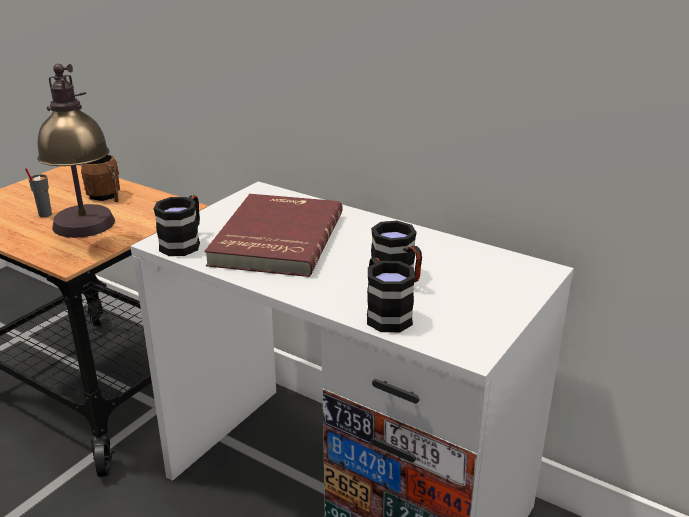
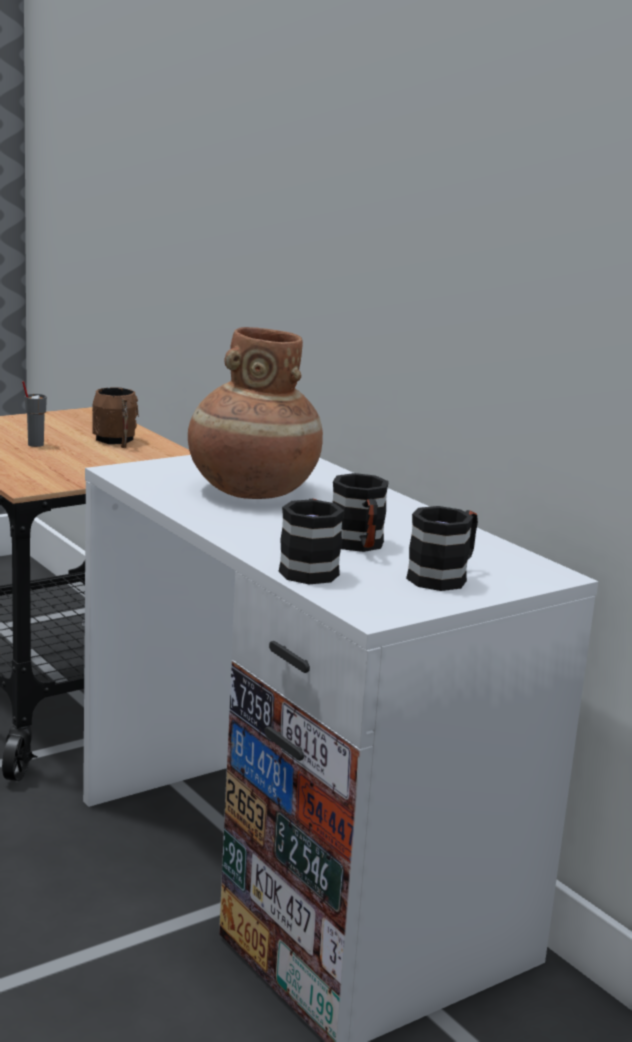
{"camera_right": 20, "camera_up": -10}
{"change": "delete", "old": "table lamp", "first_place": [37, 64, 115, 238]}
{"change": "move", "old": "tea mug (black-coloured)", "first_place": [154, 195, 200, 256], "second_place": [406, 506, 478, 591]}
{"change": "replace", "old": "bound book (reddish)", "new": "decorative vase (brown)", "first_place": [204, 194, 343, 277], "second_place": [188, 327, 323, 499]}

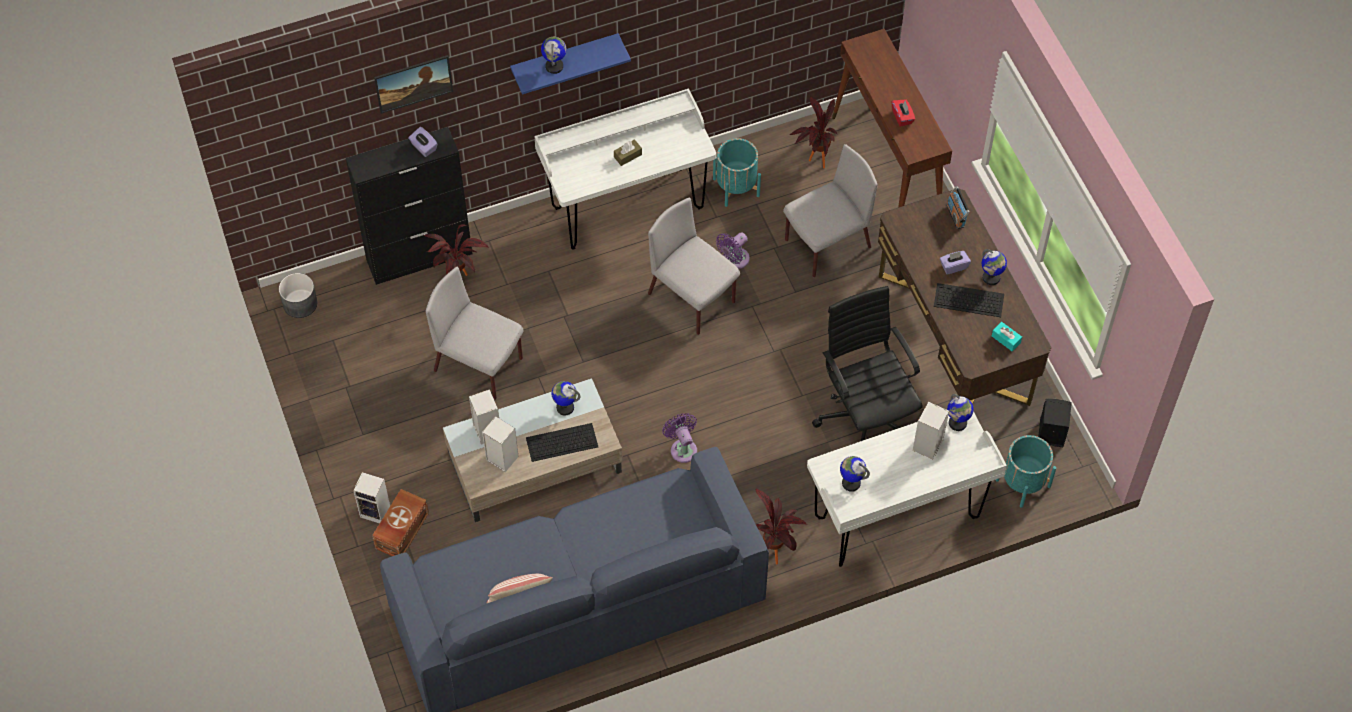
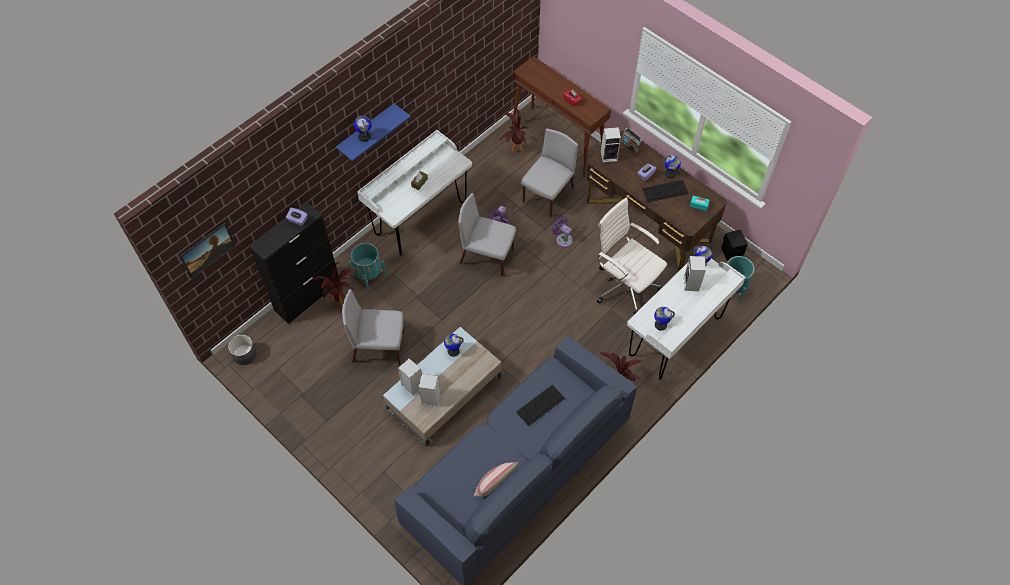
{"camera_right": -25, "camera_up": 0}
{"change": "move", "old": "speaker", "first_place": [353, 472, 390, 523], "second_place": [601, 127, 621, 163]}
{"change": "delete", "old": "storage container (brown)", "first_place": [372, 489, 429, 556]}
{"change": "move", "old": "wall art", "first_place": [374, 55, 453, 114], "second_place": [180, 223, 235, 279]}
{"change": "move", "old": "keyboard", "first_place": [526, 423, 598, 462], "second_place": [516, 385, 565, 426]}
{"change": "move", "old": "cooling fan (purplish)", "first_place": [662, 413, 697, 463], "second_place": [551, 216, 573, 247]}
{"change": "move", "old": "plant pot (blue-green)", "first_place": [713, 138, 761, 207], "second_place": [348, 243, 386, 290]}
{"change": "recolor", "old": "office chair (black-coloured)", "new": "office chair (whitish)", "first_place": [812, 286, 923, 441], "second_place": [597, 198, 667, 314]}

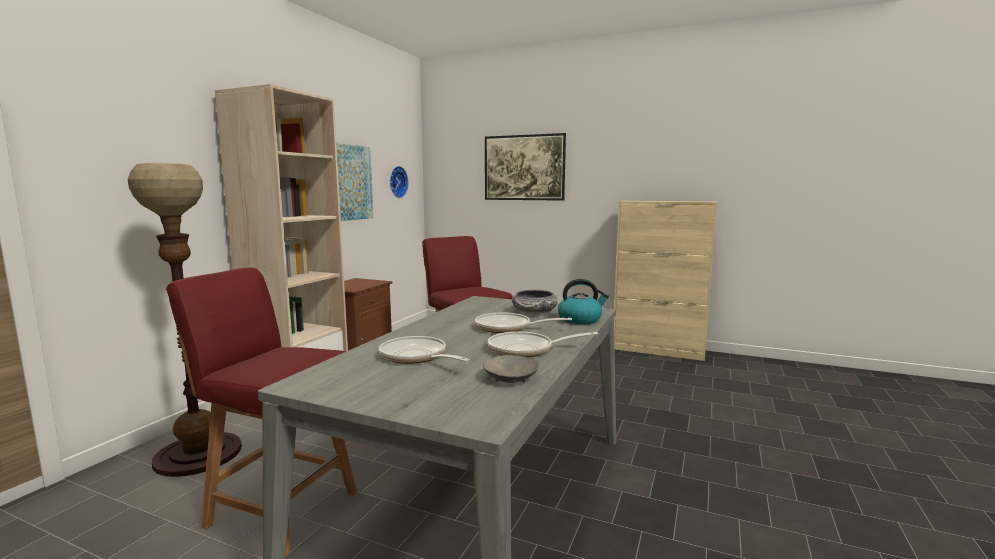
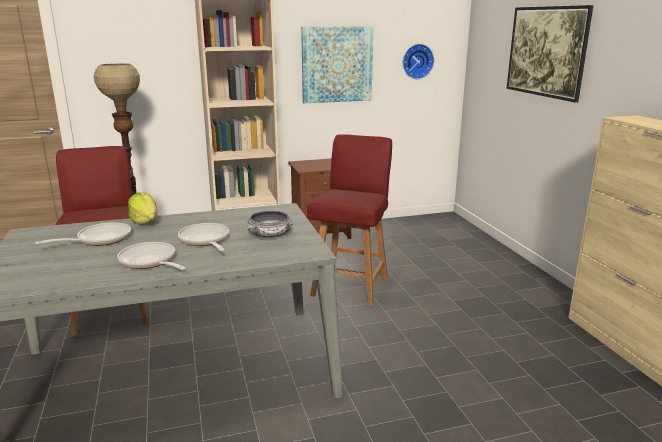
{"camera_right": 50, "camera_up": 10}
{"change": "rotate", "old": "pan", "first_place": [379, 336, 470, 364], "second_place": [35, 222, 131, 246], "degrees": 45}
{"change": "delete", "old": "deep dish (gray)", "first_place": [483, 355, 540, 383]}
{"change": "delete", "old": "water kettle", "first_place": [558, 279, 609, 324]}
{"change": "insert", "new": "head of lettuce", "second_place": [128, 192, 157, 225]}

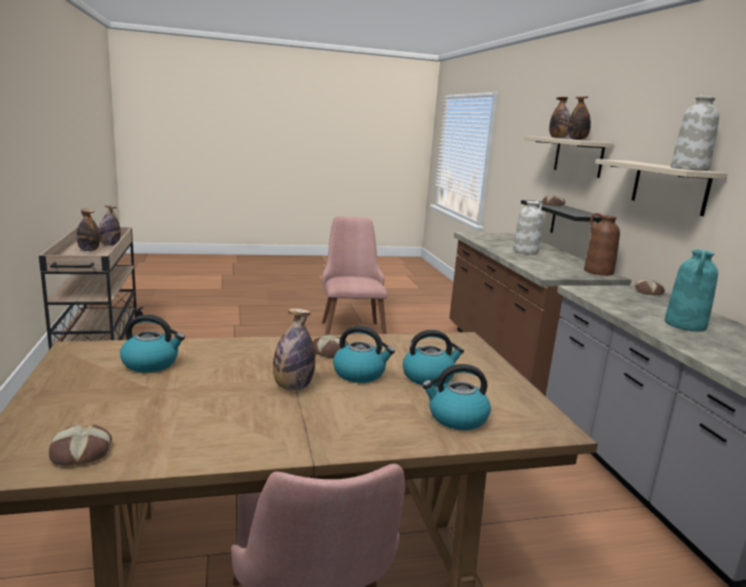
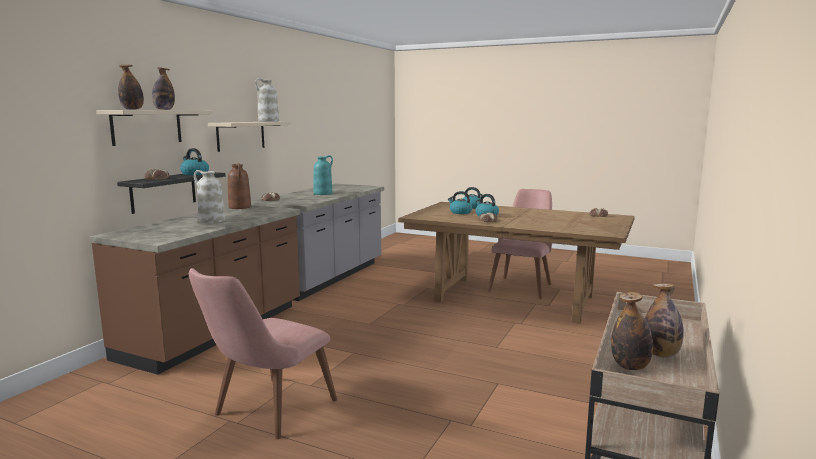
{"camera_right": -140, "camera_up": -5}
{"change": "move", "old": "water kettle", "first_place": [120, 315, 185, 373], "second_place": [180, 148, 209, 175]}
{"change": "delete", "old": "drink bottle", "first_place": [273, 308, 315, 390]}

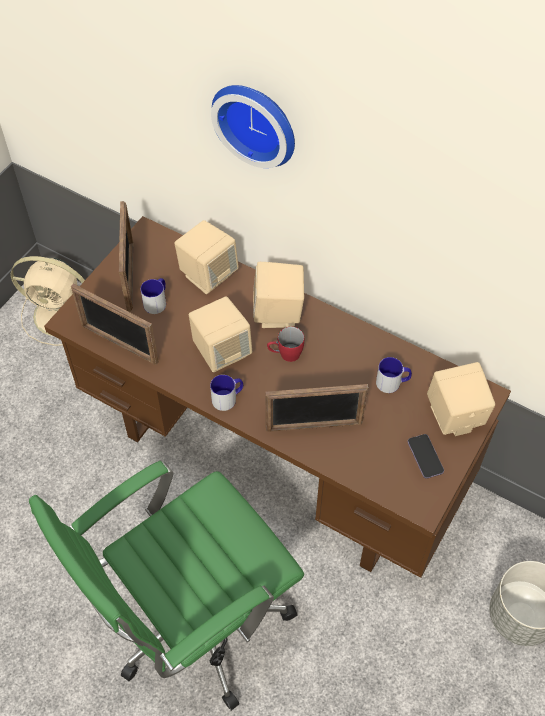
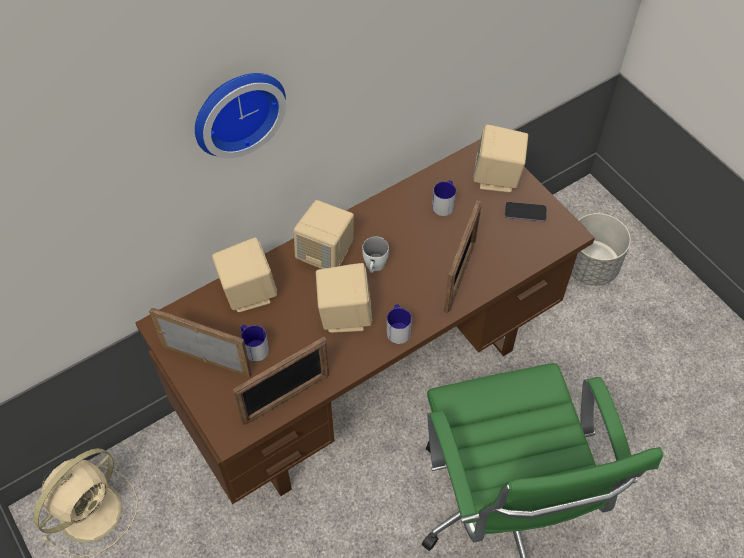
{"camera_right": -65, "camera_up": 0}
{"change": "recolor", "old": "tea mug (reddish)", "new": "tea mug (whitish)", "first_place": [267, 327, 304, 362], "second_place": [362, 236, 389, 273]}

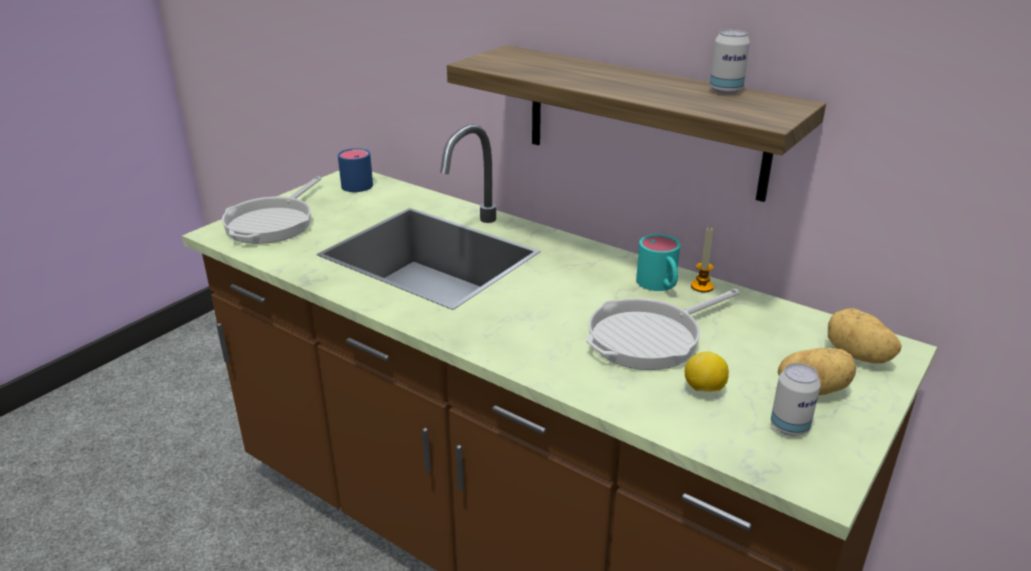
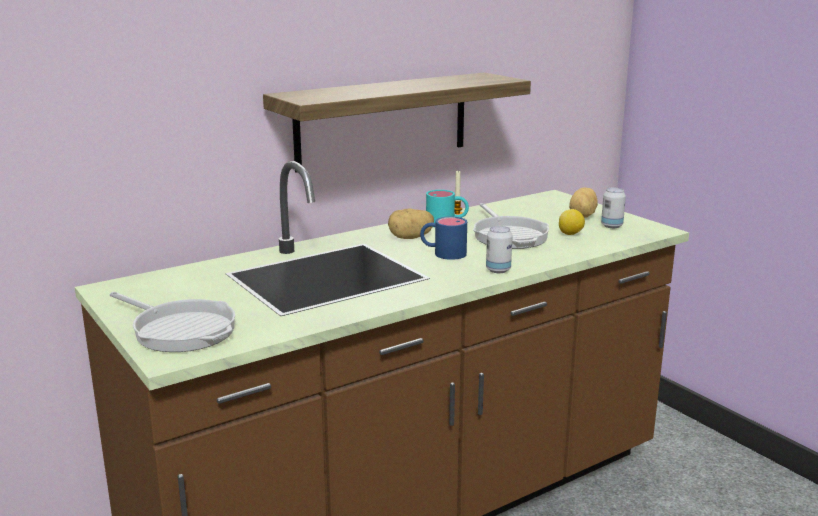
{"camera_right": -70, "camera_up": -10}
{"change": "move", "old": "tea mug (blue-coloured)", "first_place": [338, 148, 373, 192], "second_place": [420, 216, 467, 260]}
{"change": "move", "old": "sealed can", "first_place": [710, 29, 750, 94], "second_place": [486, 226, 513, 273]}
{"change": "move", "old": "spud", "first_place": [828, 308, 902, 364], "second_place": [388, 208, 434, 239]}

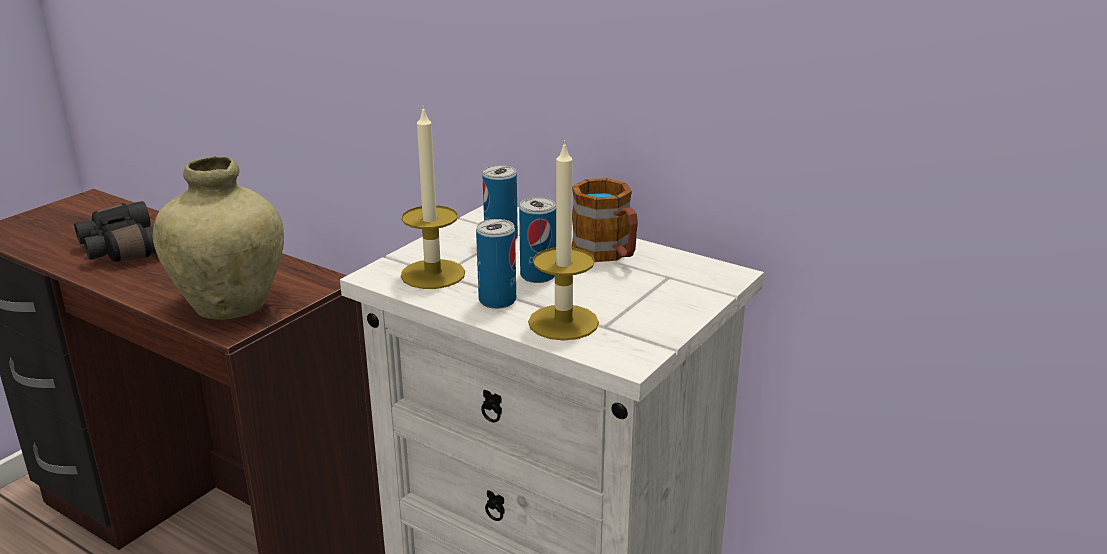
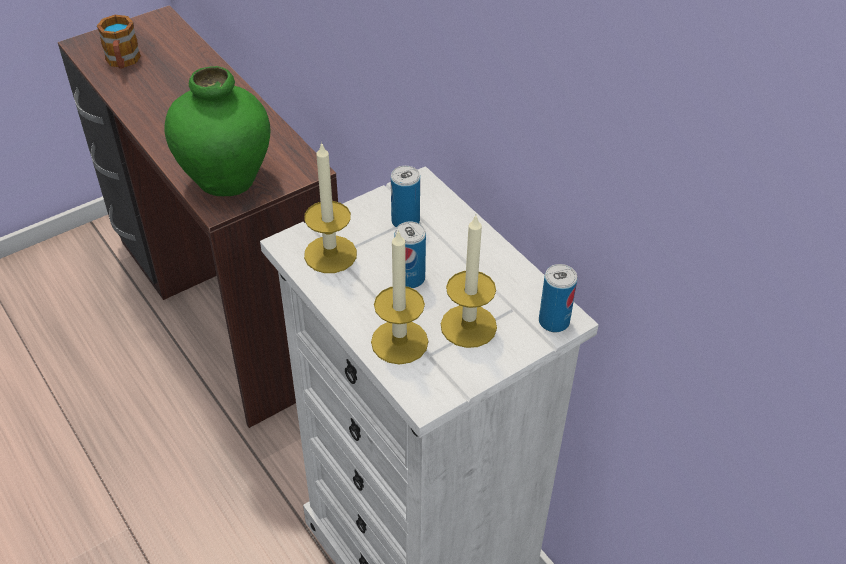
{"camera_right": 20, "camera_up": 20}
{"change": "delete", "old": "binoculars (black-coloured)", "first_place": [74, 201, 156, 262]}
{"change": "recolor", "old": "decorative vase (sand-coloured)", "new": "decorative vase (green)", "first_place": [153, 156, 284, 320], "second_place": [165, 66, 270, 196]}
{"change": "move", "old": "sealed can", "first_place": [476, 219, 516, 309], "second_place": [539, 264, 577, 332]}
{"change": "move", "old": "tea mug", "first_place": [572, 178, 638, 262], "second_place": [97, 15, 141, 69]}
{"change": "insert", "new": "wax candle", "second_place": [441, 215, 497, 348]}

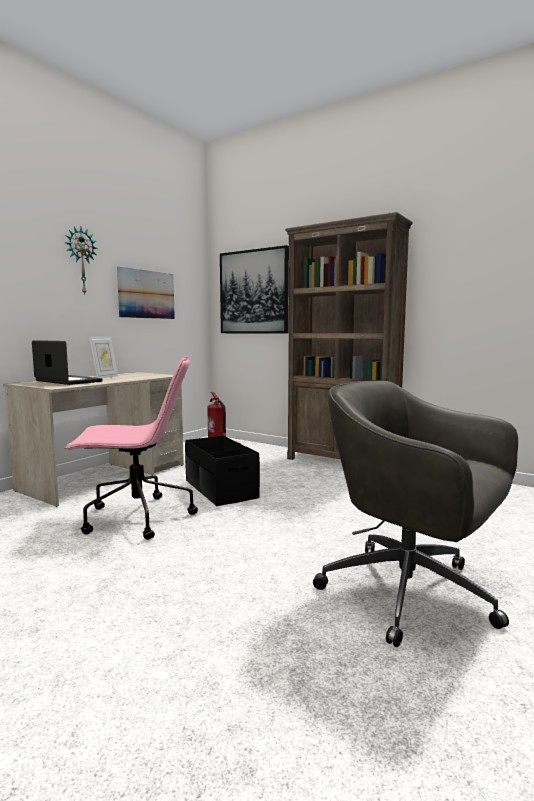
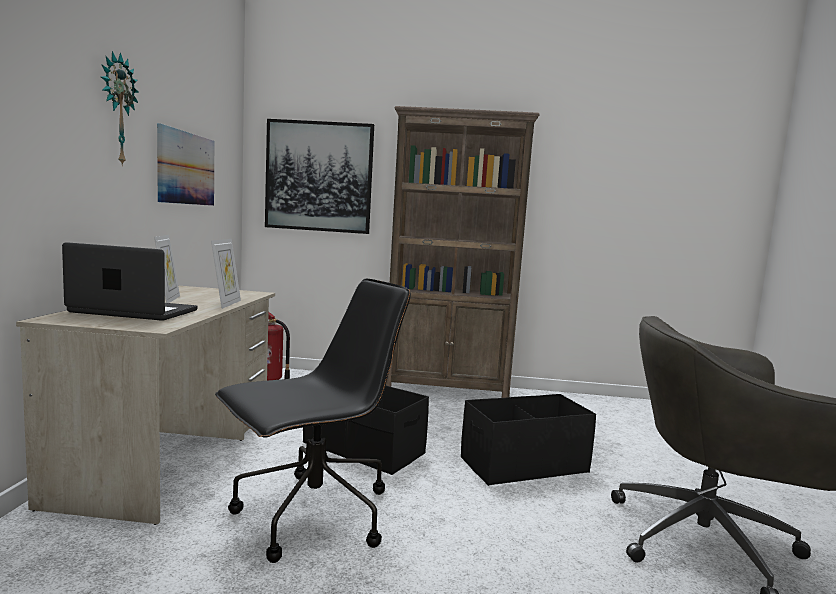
{"camera_right": -30, "camera_up": 0}
{"change": "recolor", "old": "office chair (pinkish)", "new": "office chair (black-coloured)", "first_place": [65, 357, 198, 540], "second_place": [215, 279, 411, 563]}
{"change": "insert", "new": "photo frame", "second_place": [211, 239, 241, 309]}
{"change": "insert", "new": "storage container (black-coloured)", "second_place": [461, 394, 596, 486]}

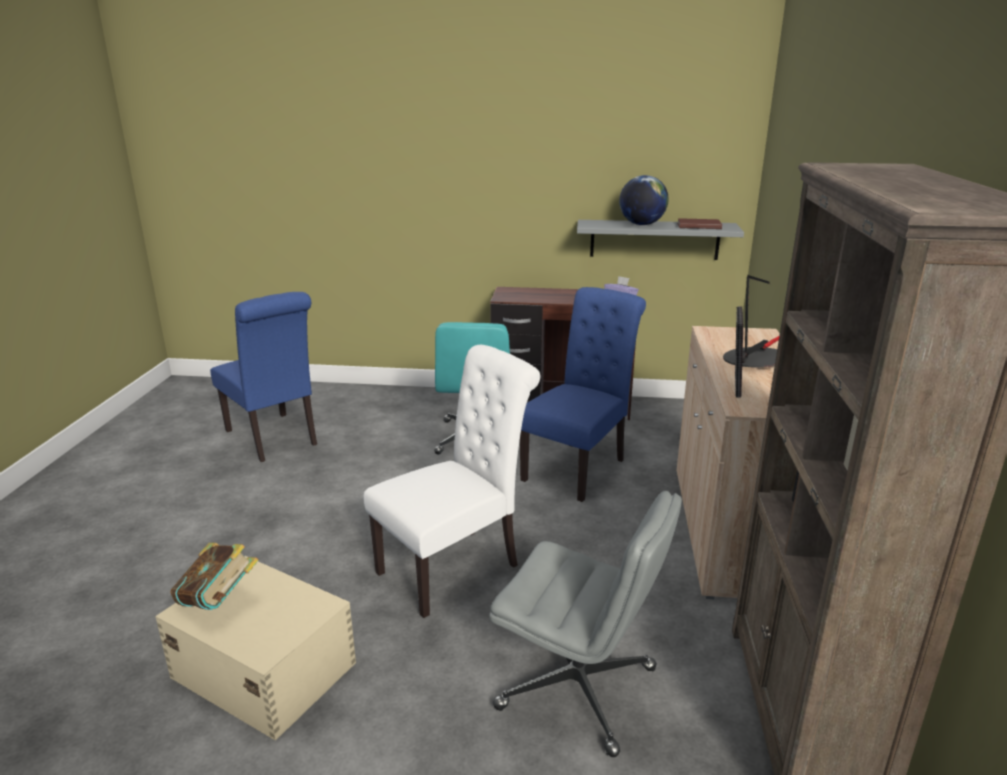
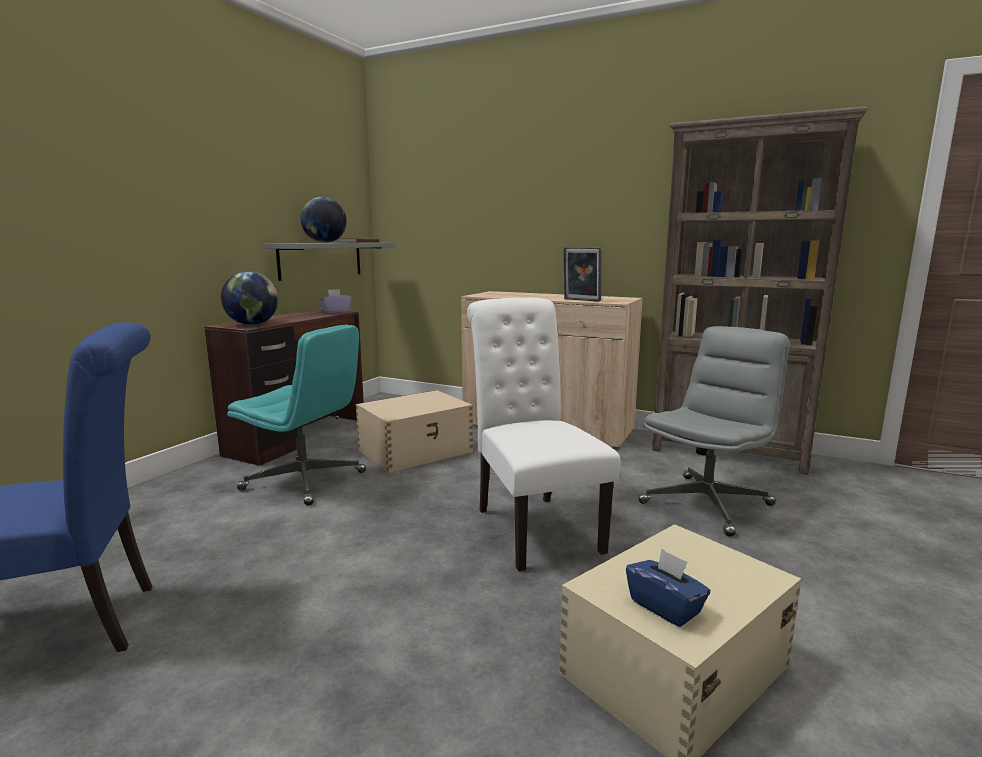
{"camera_right": -70, "camera_up": -10}
{"change": "replace", "old": "bound book", "new": "tissue box (blue-coloured)", "first_place": [170, 543, 259, 610], "second_place": [626, 549, 710, 627]}
{"change": "replace", "old": "plain chair (blue-coloured)", "new": "storage container (sand-coloured)", "first_place": [520, 287, 646, 502], "second_place": [356, 390, 473, 473]}
{"change": "delete", "old": "table lamp", "first_place": [723, 275, 779, 368]}
{"change": "insert", "new": "desk globe", "second_place": [221, 271, 278, 325]}

